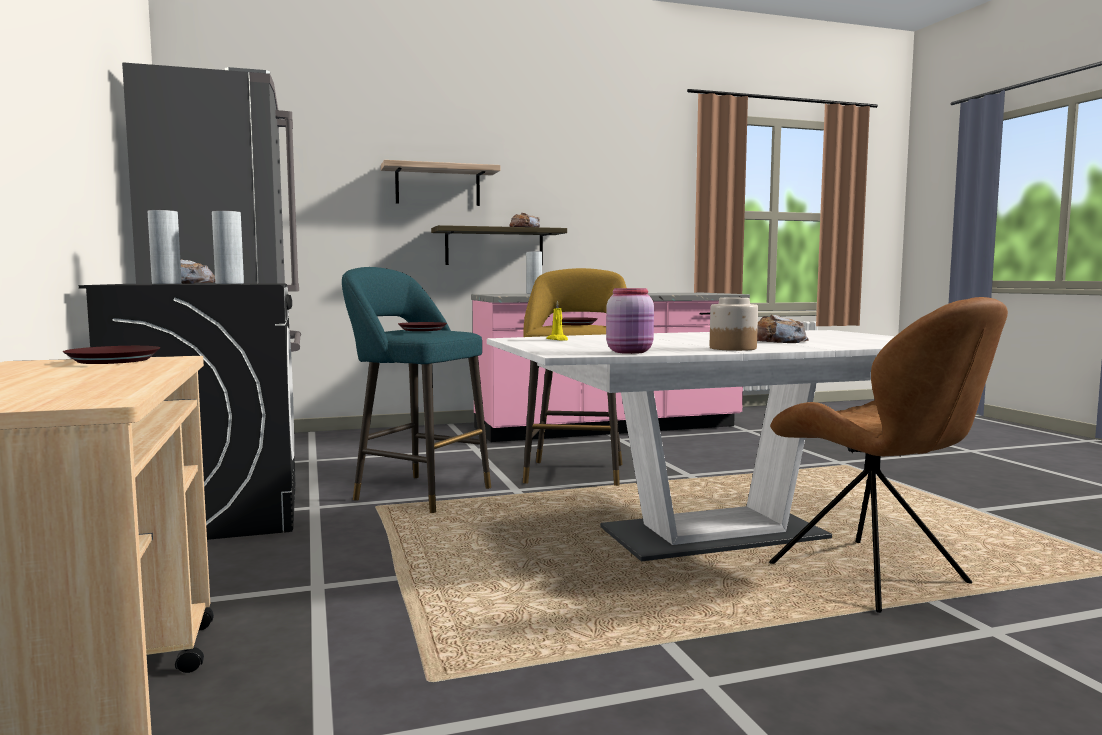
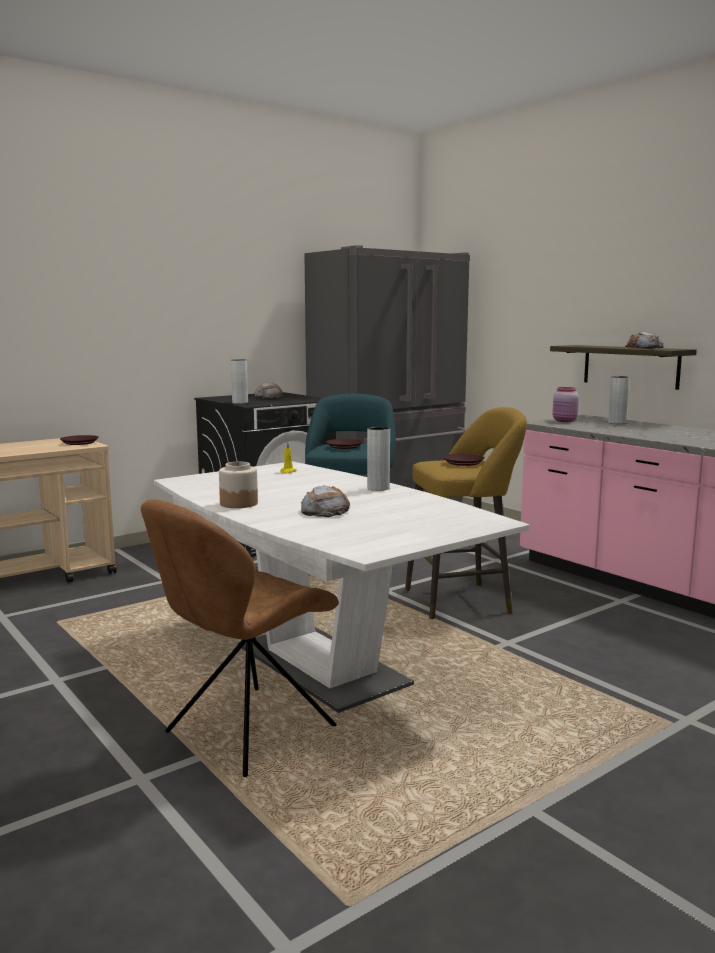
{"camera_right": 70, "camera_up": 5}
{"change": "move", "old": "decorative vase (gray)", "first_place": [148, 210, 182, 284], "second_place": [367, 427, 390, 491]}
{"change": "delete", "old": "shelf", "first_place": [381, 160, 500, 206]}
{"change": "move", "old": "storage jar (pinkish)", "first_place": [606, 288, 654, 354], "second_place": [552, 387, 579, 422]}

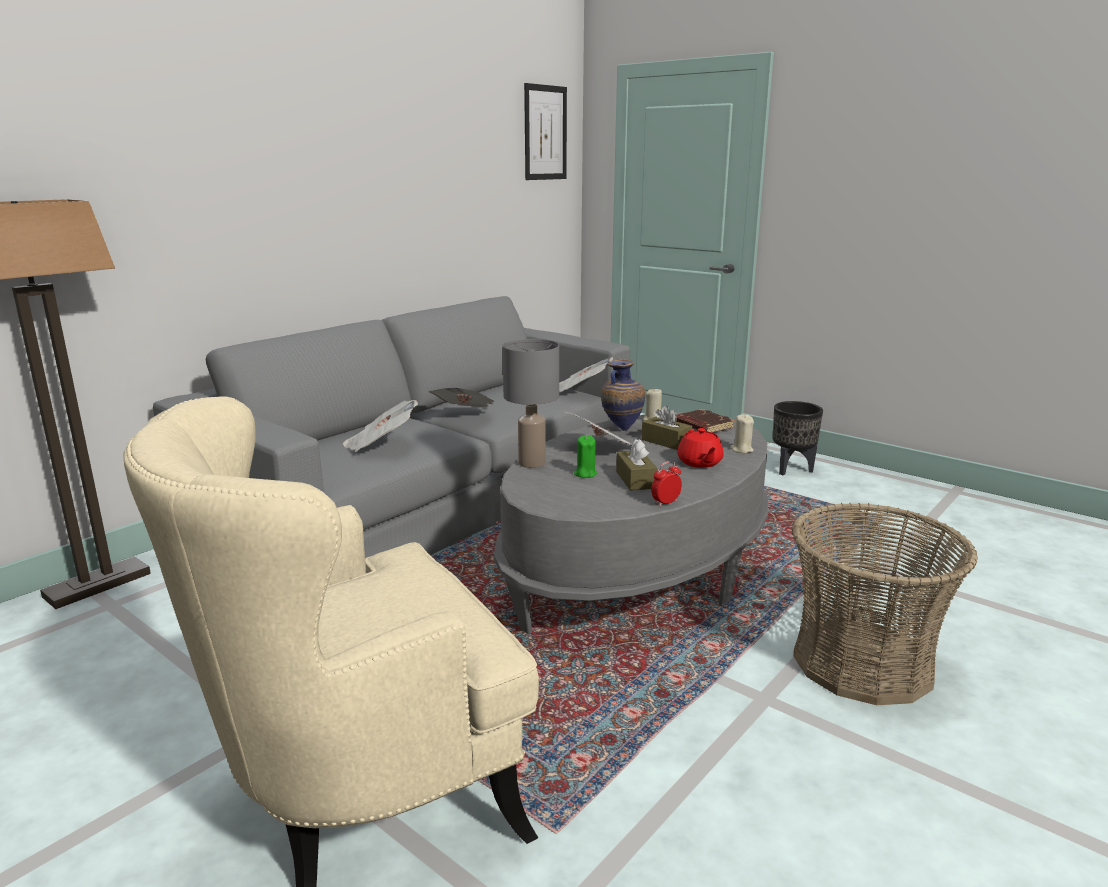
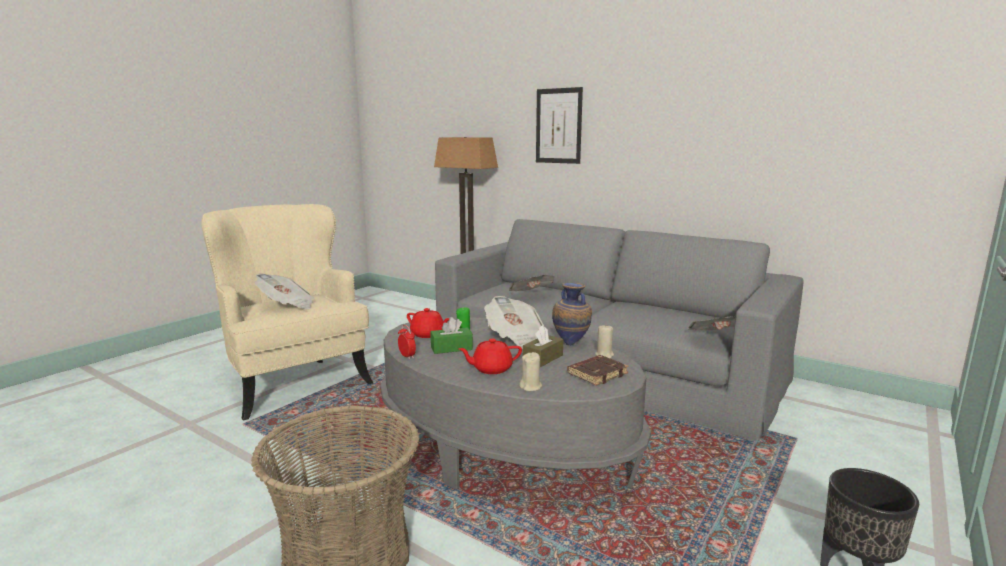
{"camera_right": 85, "camera_up": -5}
{"change": "move", "old": "printed paper", "first_place": [429, 388, 494, 407], "second_place": [255, 274, 315, 309]}
{"change": "delete", "old": "table lamp (gray)", "first_place": [502, 339, 559, 468]}
{"change": "move", "old": "wall art", "first_place": [524, 83, 567, 180], "second_place": [536, 87, 583, 164]}
{"change": "recolor", "old": "tissue box (brown)", "new": "tissue box (green)", "first_place": [616, 439, 657, 491], "second_place": [430, 317, 473, 354]}
{"change": "insert", "new": "tea pot (reddish)", "second_place": [407, 308, 449, 338]}

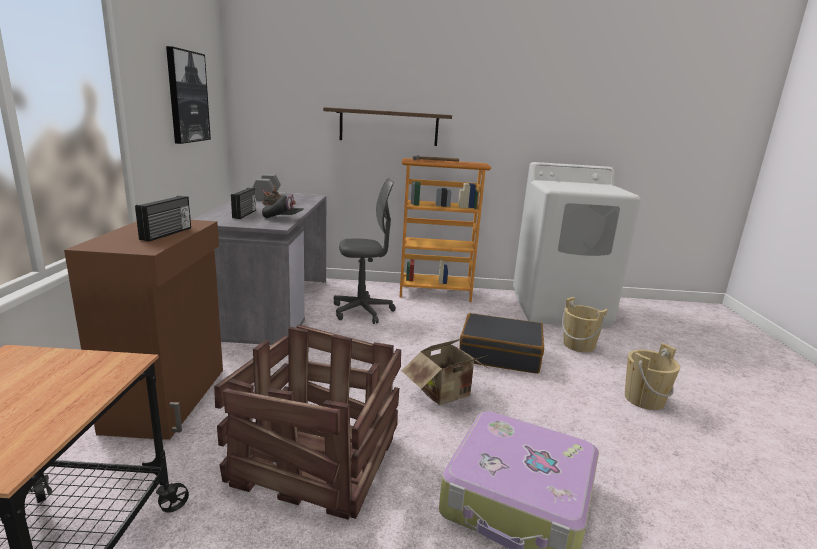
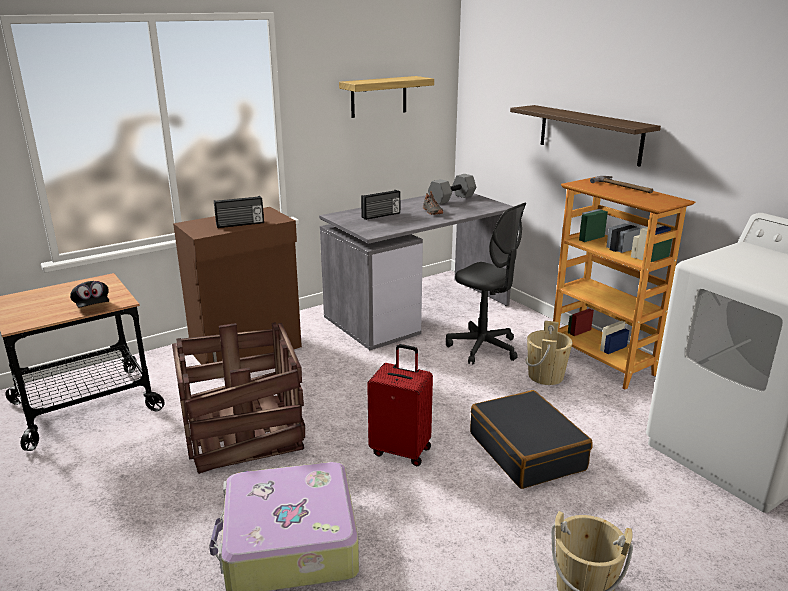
{"camera_right": 55, "camera_up": 5}
{"change": "replace", "old": "wall art", "new": "shelf", "first_place": [166, 46, 211, 144], "second_place": [339, 76, 434, 118]}
{"change": "move", "old": "peaked cap (black-coloured)", "first_place": [262, 195, 304, 218], "second_place": [70, 281, 109, 308]}
{"change": "replace", "old": "carton", "new": "travel case (reddish)", "first_place": [401, 339, 489, 405], "second_place": [367, 344, 433, 466]}
{"change": "move", "old": "bucket (sand-coloured)", "first_place": [562, 297, 608, 353], "second_place": [526, 321, 573, 385]}

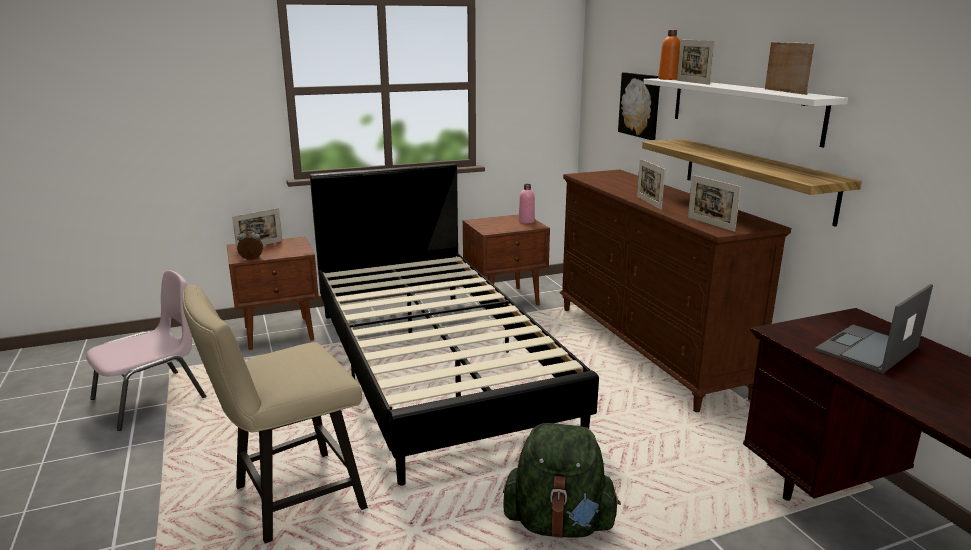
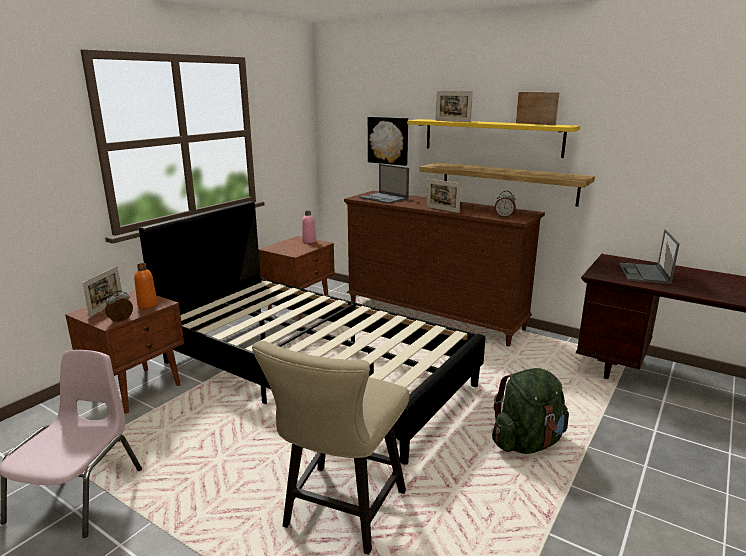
{"camera_right": -35, "camera_up": 0}
{"change": "recolor", "old": "shelf (whitish)", "new": "shelf (yellow-coloured)", "first_place": [643, 78, 848, 147], "second_place": [407, 119, 580, 158]}
{"change": "move", "old": "drink bottle (orange-coloured)", "first_place": [658, 30, 680, 80], "second_place": [134, 263, 158, 309]}
{"change": "replace", "old": "photo frame", "new": "bedside clock", "first_place": [688, 175, 741, 232], "second_place": [495, 191, 516, 218]}
{"change": "insert", "new": "laptop", "second_place": [359, 164, 409, 204]}

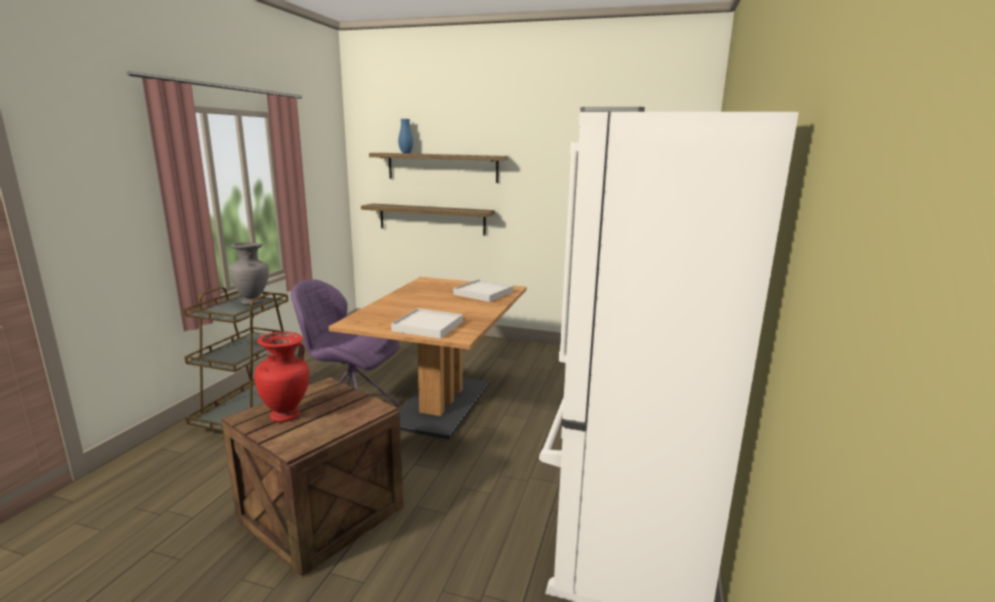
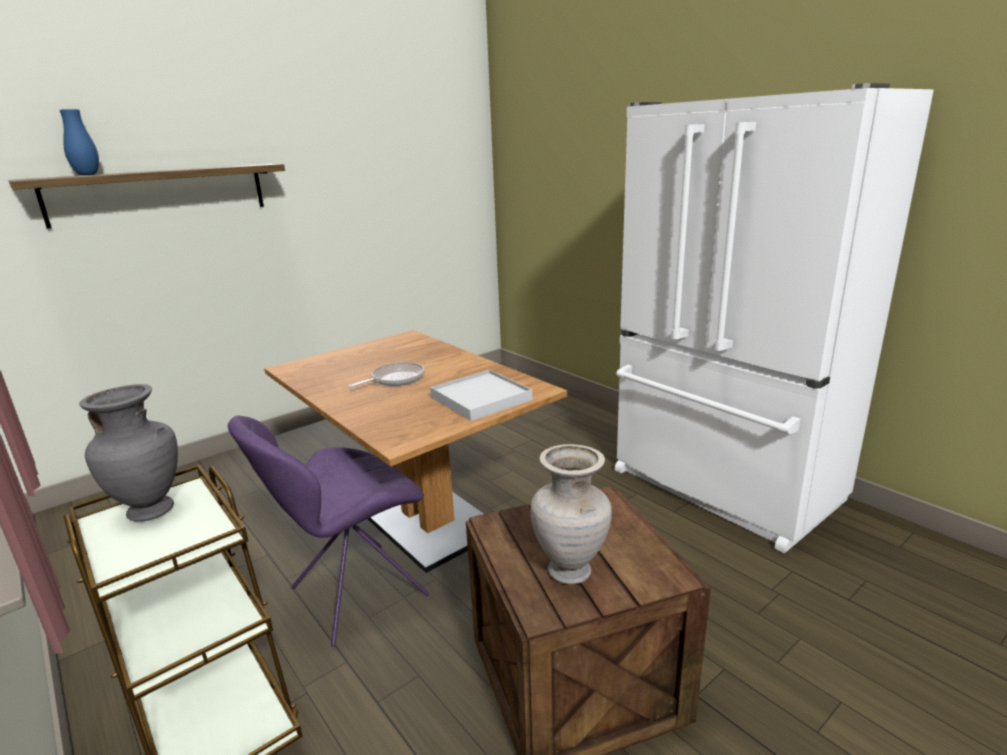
{"camera_right": -55, "camera_up": 5}
{"change": "recolor", "old": "decorative vase (reddish)", "new": "decorative vase (sand-coloured)", "first_place": [254, 332, 309, 422], "second_place": [530, 444, 612, 585]}
{"change": "delete", "old": "shelf", "first_place": [361, 203, 495, 235]}
{"change": "delete", "old": "serving tray (whitish)", "first_place": [453, 279, 513, 302]}
{"change": "insert", "new": "pan", "second_place": [349, 362, 425, 387]}

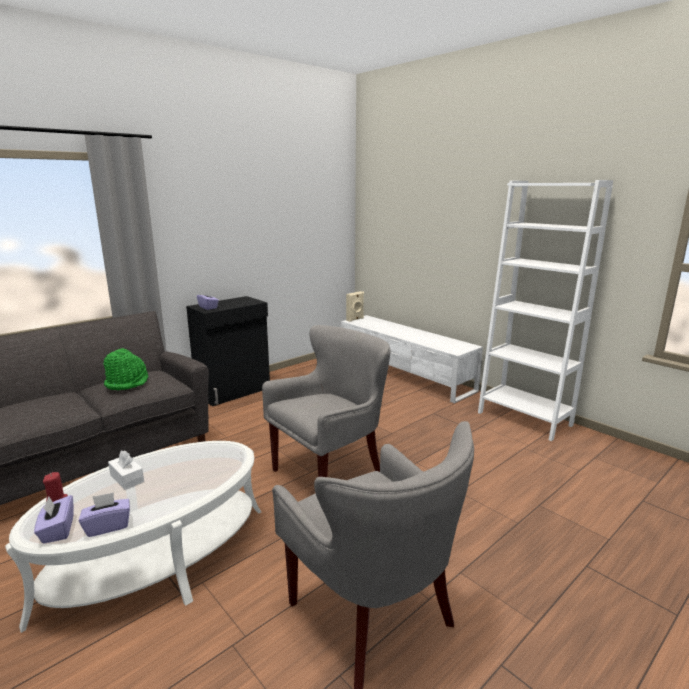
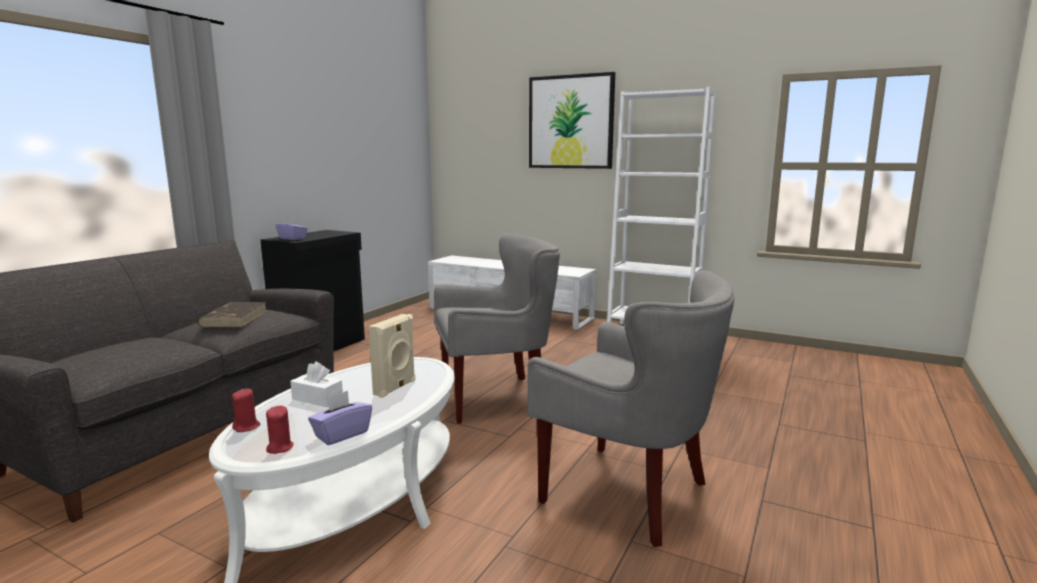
{"camera_right": -20, "camera_up": -5}
{"change": "replace", "old": "tissue box (purplish)", "new": "wax candle (reddish)", "first_place": [34, 495, 74, 544], "second_place": [266, 406, 294, 454]}
{"change": "replace", "old": "clothing hat (green)", "new": "bound book (brown)", "first_place": [103, 348, 148, 390], "second_place": [198, 302, 266, 327]}
{"change": "rotate", "old": "armchair (gray)", "first_place": [262, 325, 390, 477], "second_place": [434, 234, 560, 424], "degrees": 45}
{"change": "move", "old": "speaker (sand-coloured)", "first_place": [346, 291, 364, 322], "second_place": [369, 314, 415, 398]}
{"change": "insert", "new": "wall art", "second_place": [529, 72, 615, 169]}

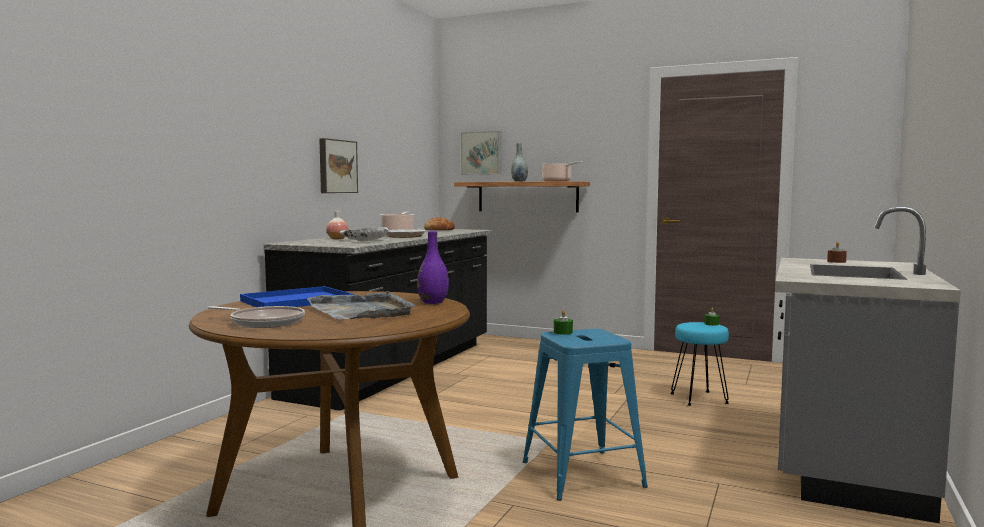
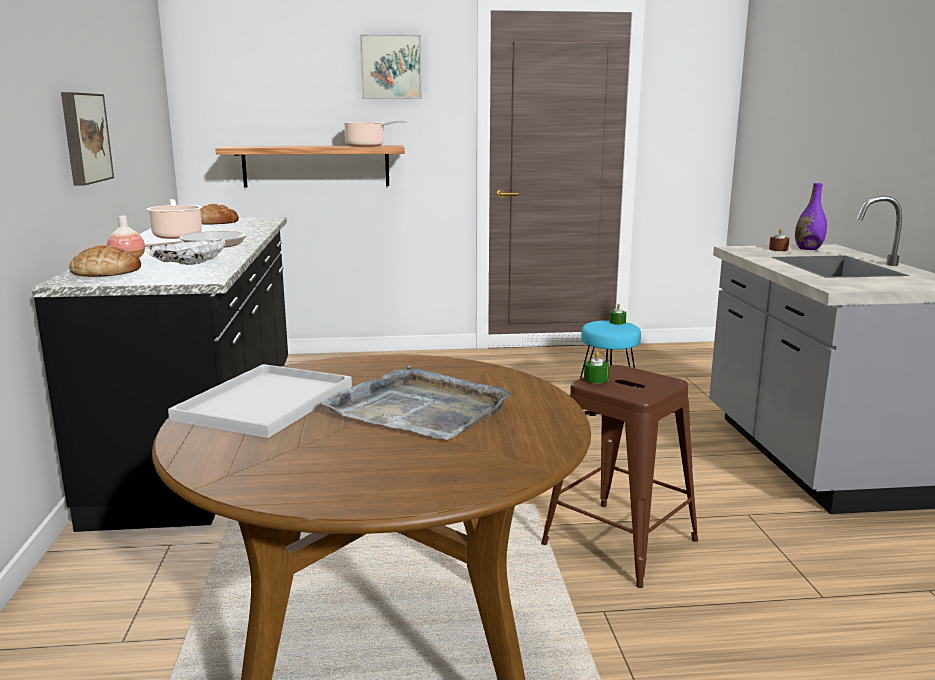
{"camera_right": -30, "camera_up": 10}
{"change": "delete", "old": "pan", "first_place": [208, 306, 305, 328]}
{"change": "recolor", "old": "serving tray (blue-coloured)", "new": "serving tray (whitish)", "first_place": [240, 286, 353, 307], "second_place": [168, 364, 352, 438]}
{"change": "move", "old": "decorative vase (purplish)", "first_place": [417, 231, 449, 304], "second_place": [795, 183, 827, 250]}
{"change": "move", "old": "wall art", "first_place": [461, 131, 501, 175], "second_place": [360, 34, 422, 98]}
{"change": "delete", "old": "decorative vase (gray)", "first_place": [511, 143, 528, 182]}
{"change": "recolor", "old": "stool seat (blue-coloured)", "new": "stool seat (brown)", "first_place": [523, 329, 648, 501], "second_place": [541, 365, 698, 588]}
{"change": "insert", "new": "baked bread", "second_place": [69, 245, 141, 277]}

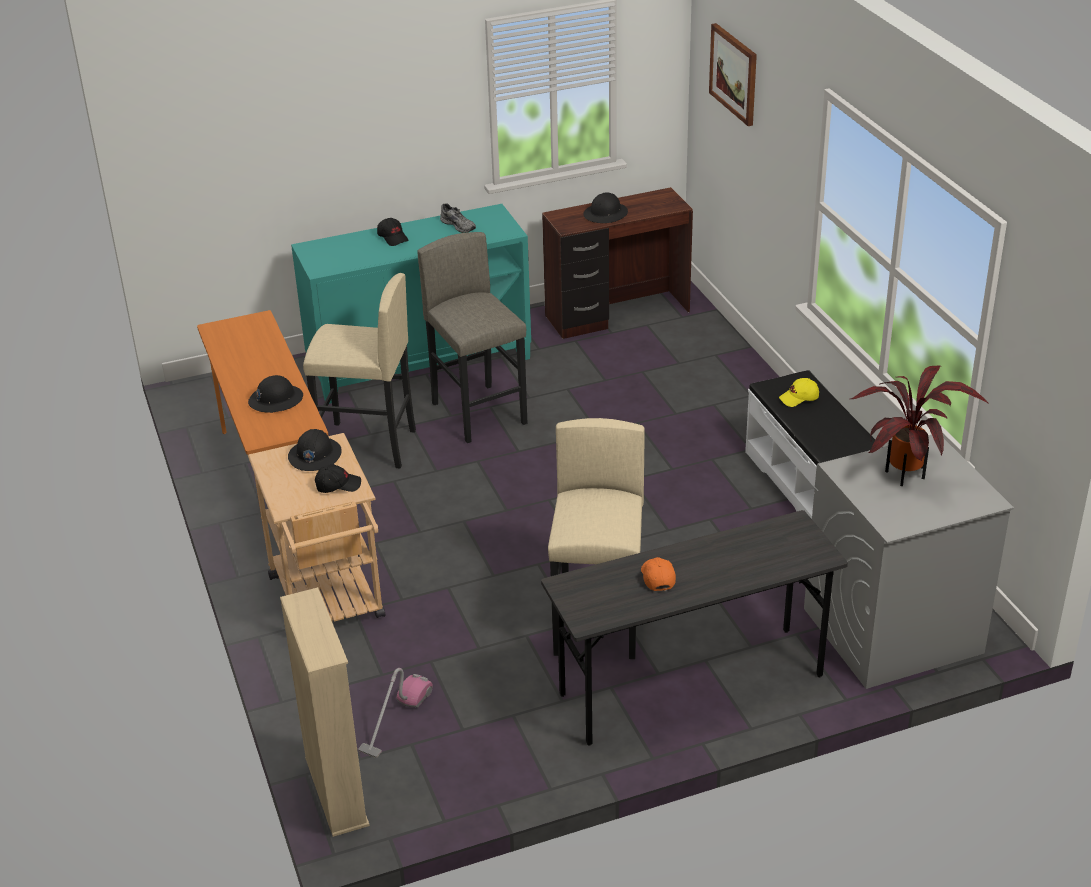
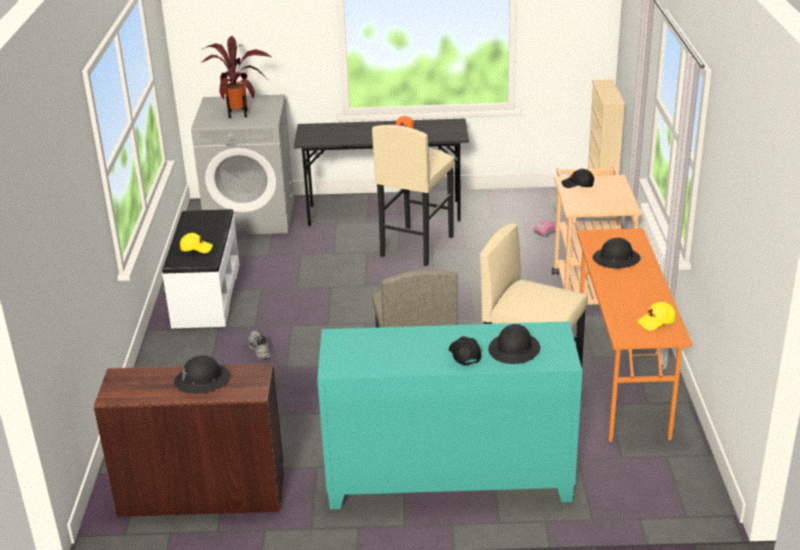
{"camera_right": -160, "camera_up": -5}
{"change": "move", "old": "safety helmet (black-coloured)", "first_place": [288, 429, 342, 471], "second_place": [488, 324, 540, 364]}
{"change": "move", "old": "shoe (gray)", "first_place": [440, 203, 476, 233], "second_place": [248, 330, 271, 359]}
{"change": "delete", "old": "wall art", "first_place": [709, 23, 757, 126]}
{"change": "insert", "new": "peaked cap (yellow-coloured)", "second_place": [637, 302, 676, 330]}

